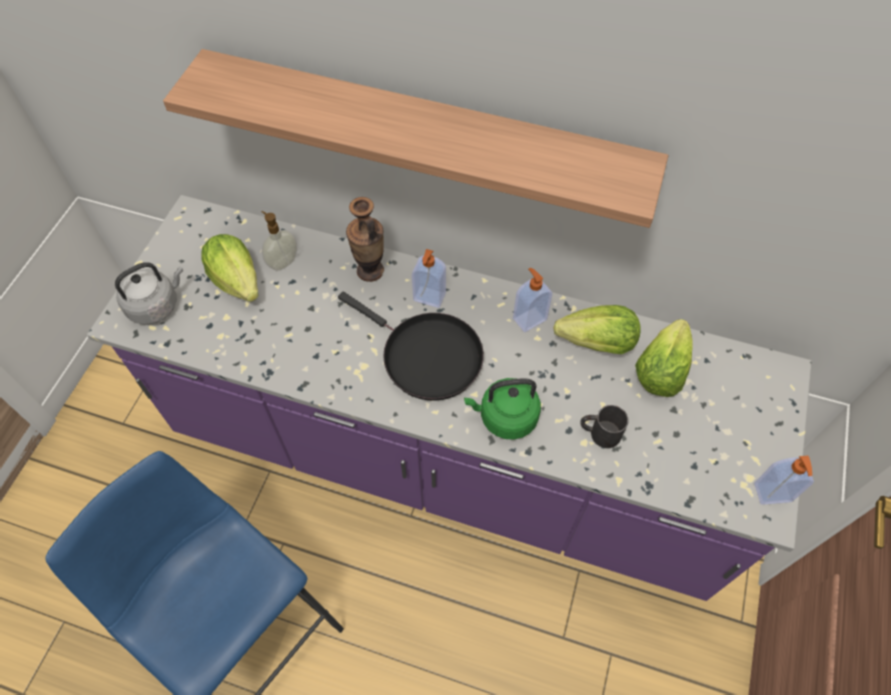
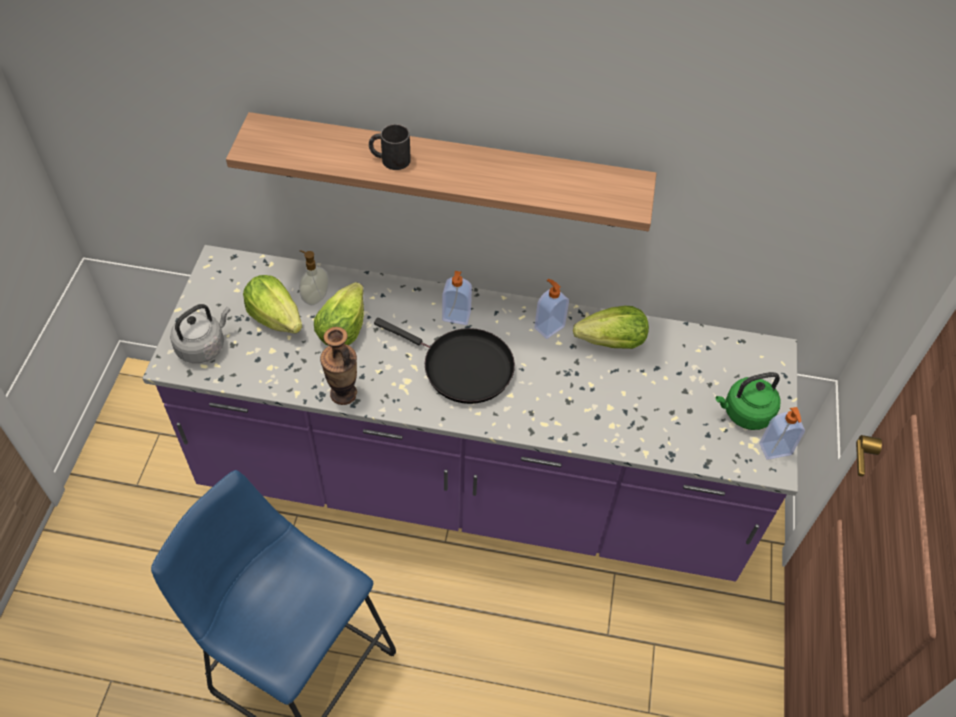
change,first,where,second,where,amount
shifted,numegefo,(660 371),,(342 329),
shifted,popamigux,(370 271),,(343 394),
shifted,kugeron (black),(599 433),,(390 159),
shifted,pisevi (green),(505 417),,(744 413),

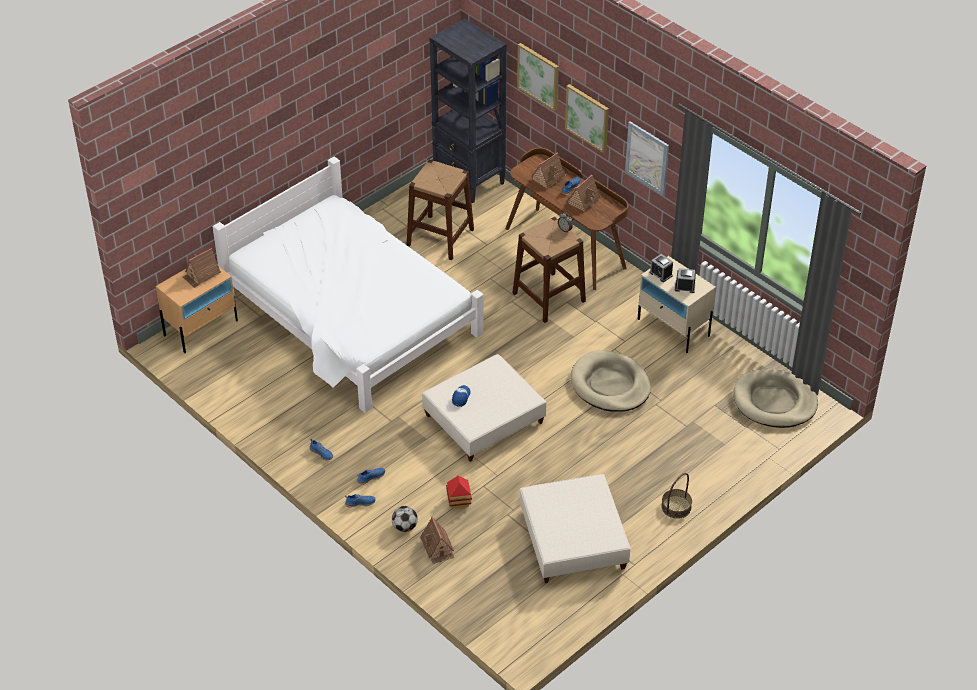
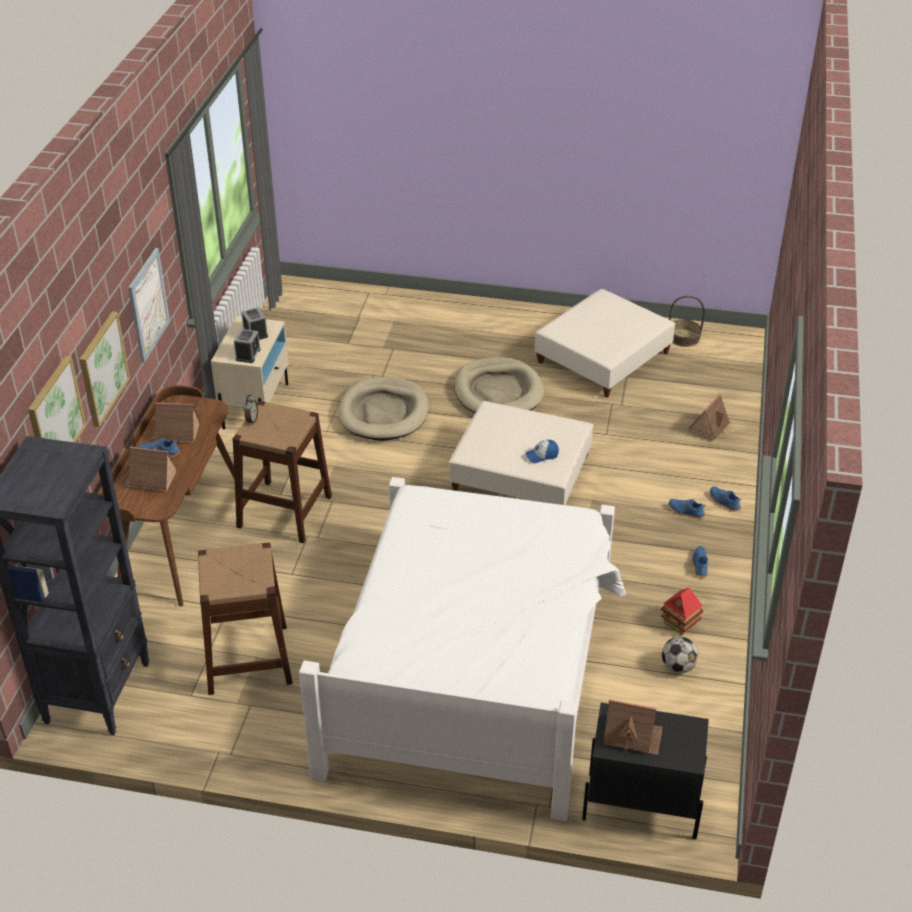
change,first,where,second,where,amount
shifted,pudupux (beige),(774 402),,(498 392),
repainted,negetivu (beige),(201 328),negetivu (black),(640 805),
shifted,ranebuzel,(458 502),,(680 624),
shifted,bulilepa,(405 527),,(678 667),
shifted,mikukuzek,(676 507),,(684 337),

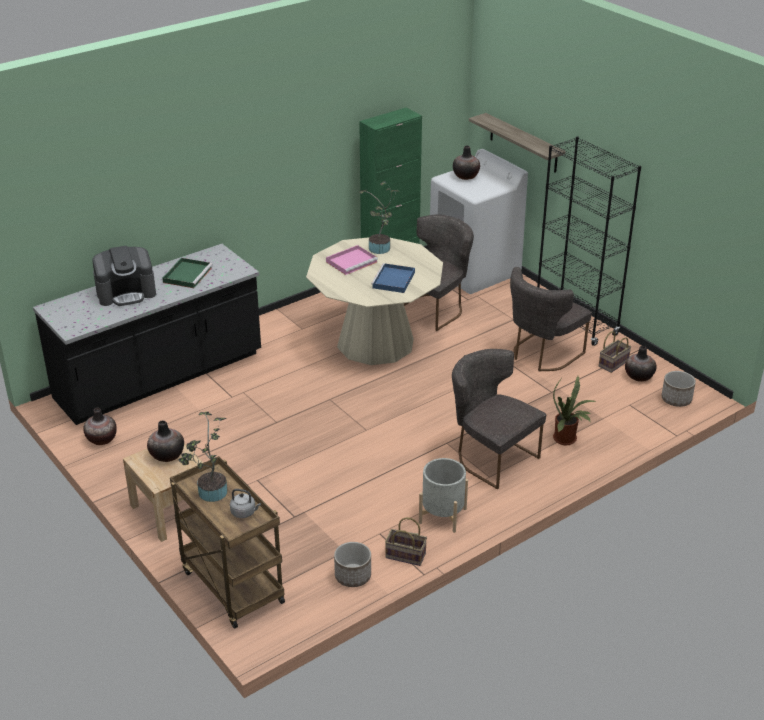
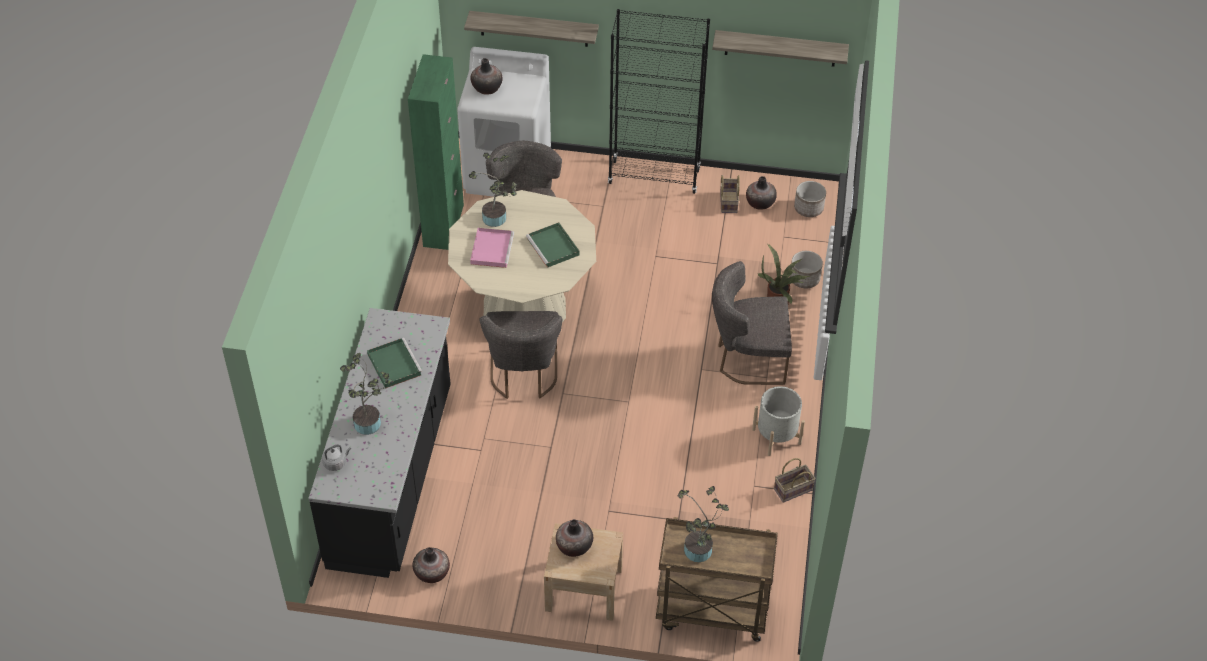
change,first,where,second,where,amount
shifted,pisevi (grey),(244 512),,(336 463),
swapped,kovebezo,(126 293),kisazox,(370 422),
shifted,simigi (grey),(542 355),,(523 376),
repainted,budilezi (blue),(393 280),budilezi (green),(554 247),
new,,,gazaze,(780 48),
shifted,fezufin,(353 576),,(805 279),

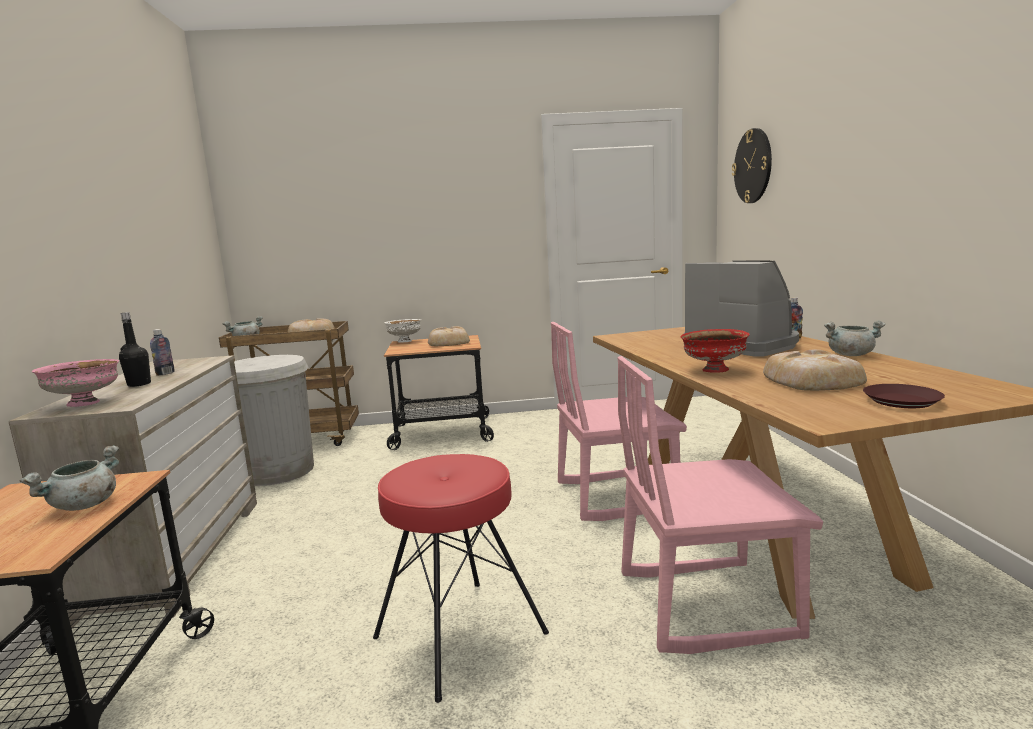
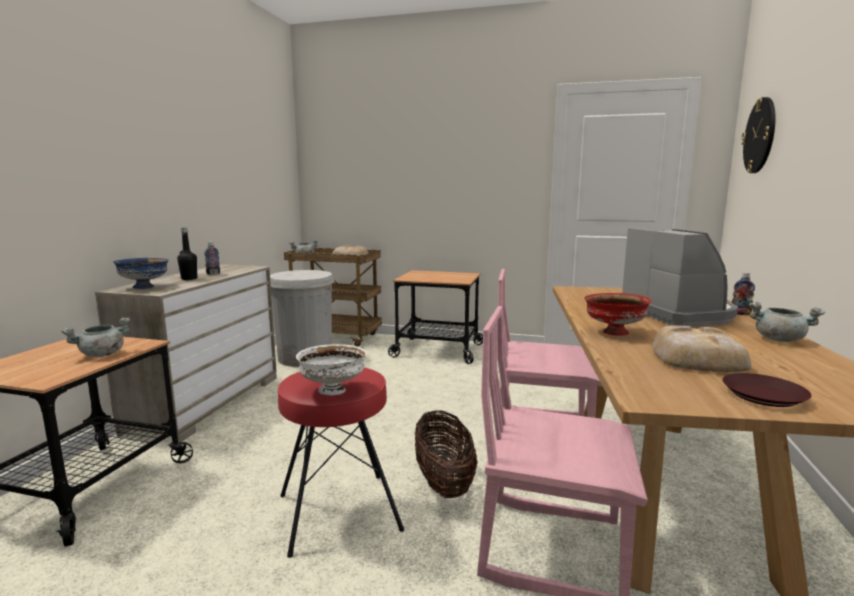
change,first,where,second,where,amount
repainted,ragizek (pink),(84 403),ragizek (blue),(144 287),
shifted,ragizek (white),(404 341),,(332 390),
new,,,mikukuzek,(444 482),
gone,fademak,(448 342),,,

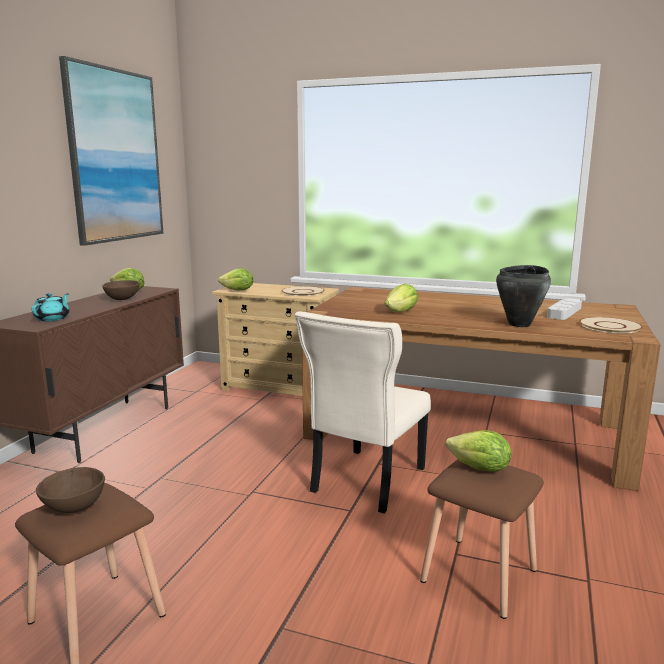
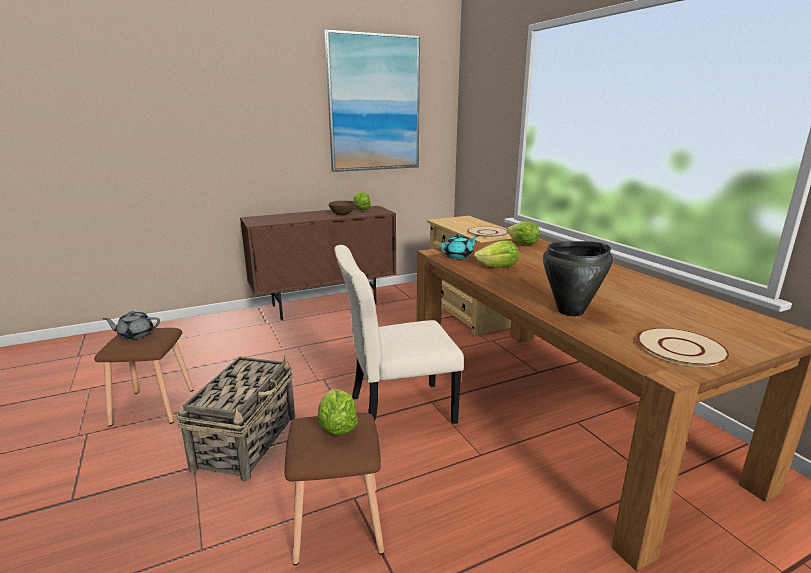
change,first,where,second,where,amount
swapped,ragizek (brown),(73 508),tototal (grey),(135 335),
new,,,mikukuzek,(247 441),
shifted,tototal (turquoise),(53 318),,(458 256),
shifted,numegefo,(238 290),,(523 244),
gone,budilezi (grey),(564 312),,,

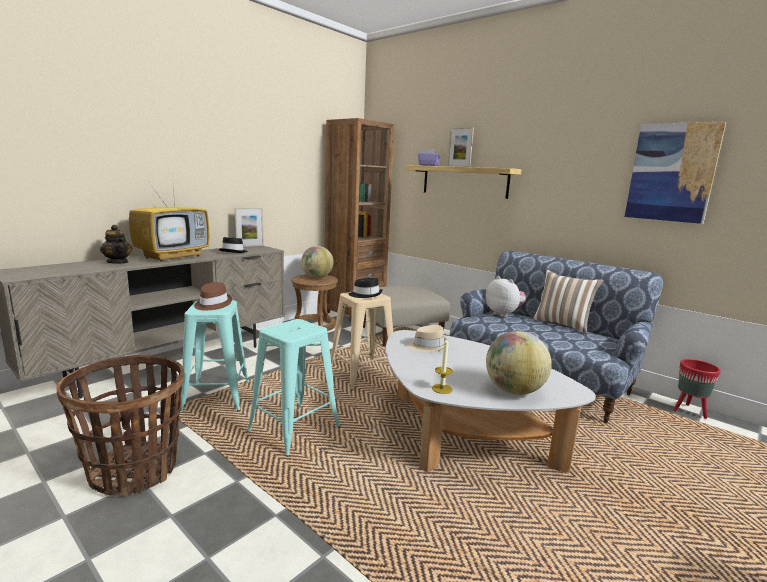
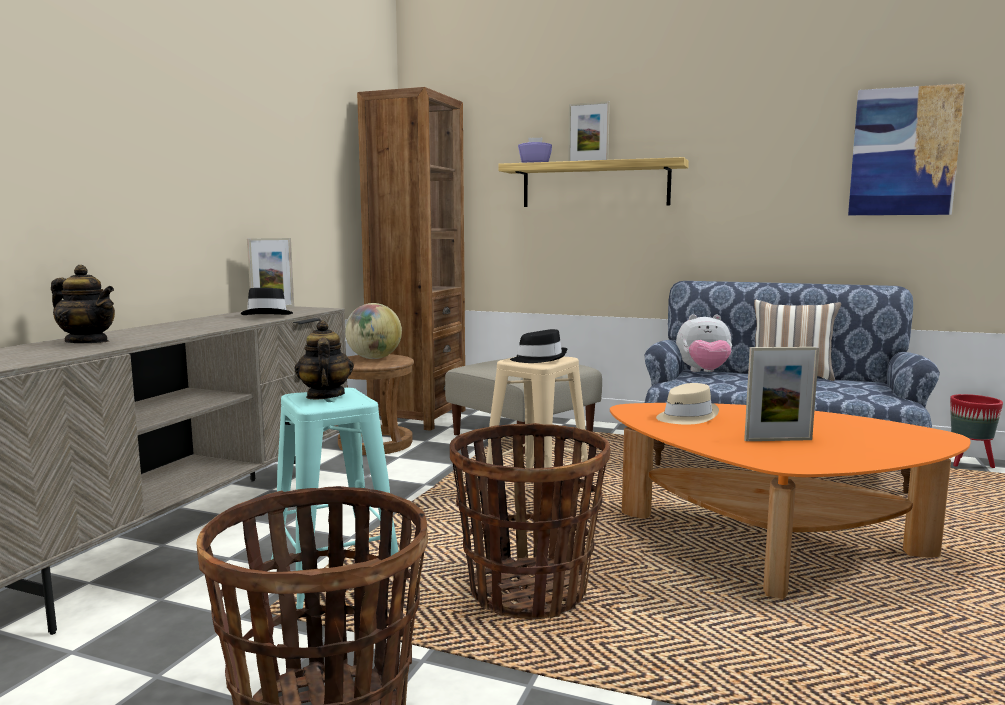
change,first,where,second,where,amount
swapped,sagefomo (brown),(212 304),tototal,(324 396),
swapped,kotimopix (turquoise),(294 429),mikukuzek,(527 591),
repainted,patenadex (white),(461 437),patenadex (orange),(769 546),
rotated,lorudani,(503 314),,(704 372),150 degrees clockwise
new,,,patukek,(778 440),
gone,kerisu,(173 256),,,
gone,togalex,(442 389),,,
gone,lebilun,(514 390),,,

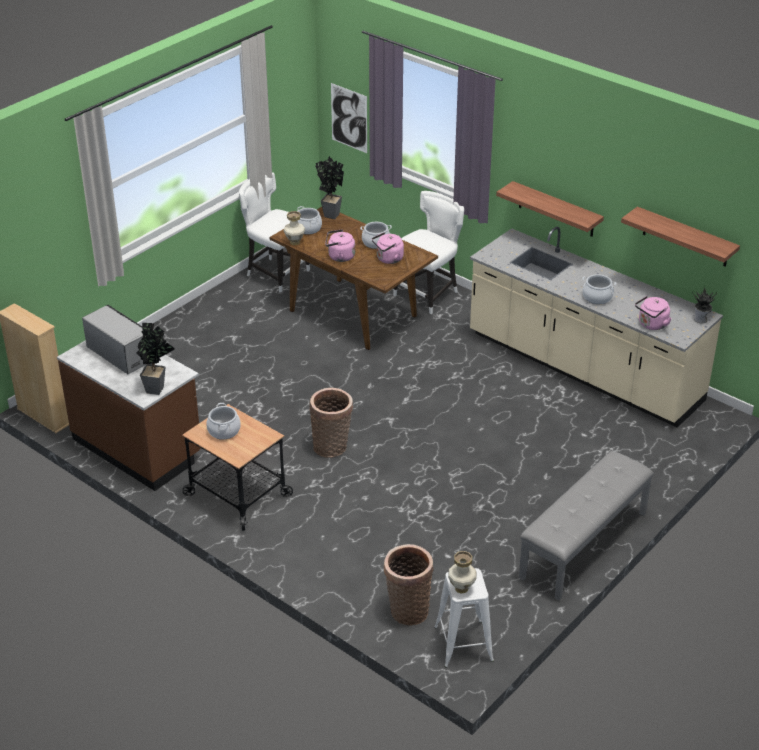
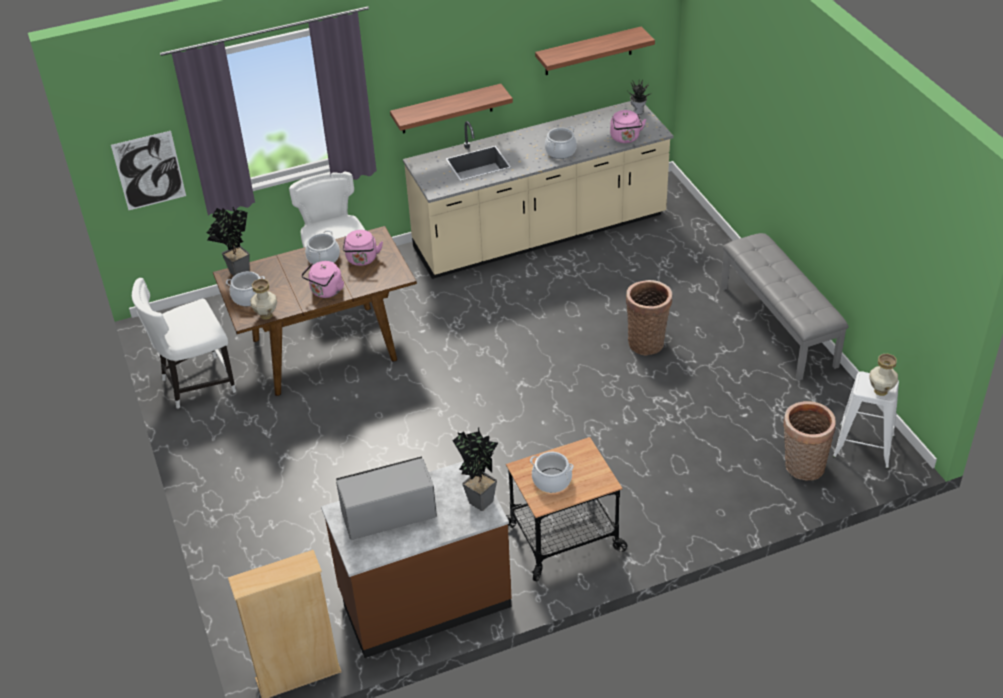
change,first,where,second,where,amount
shifted,mikukuzek,(332 446),,(646 341),

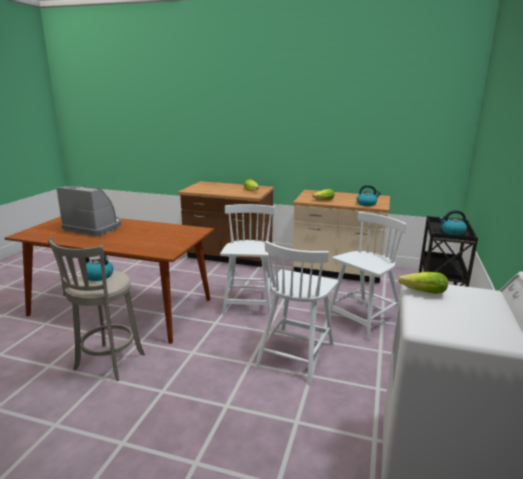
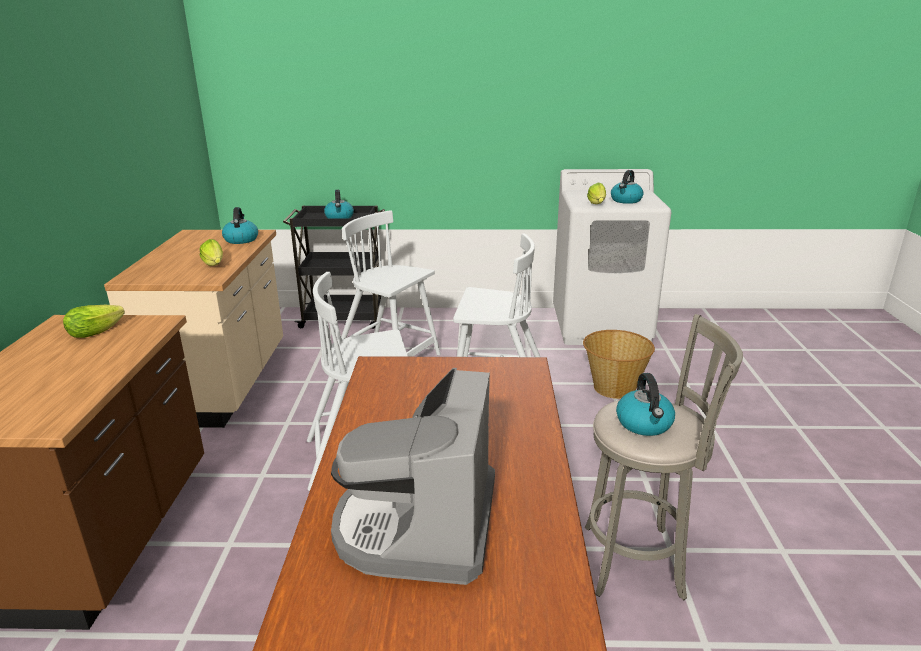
change,first,where,second,where,amount
new,,,mikukuzek,(614 387),
new,,,pisevi,(626 200),

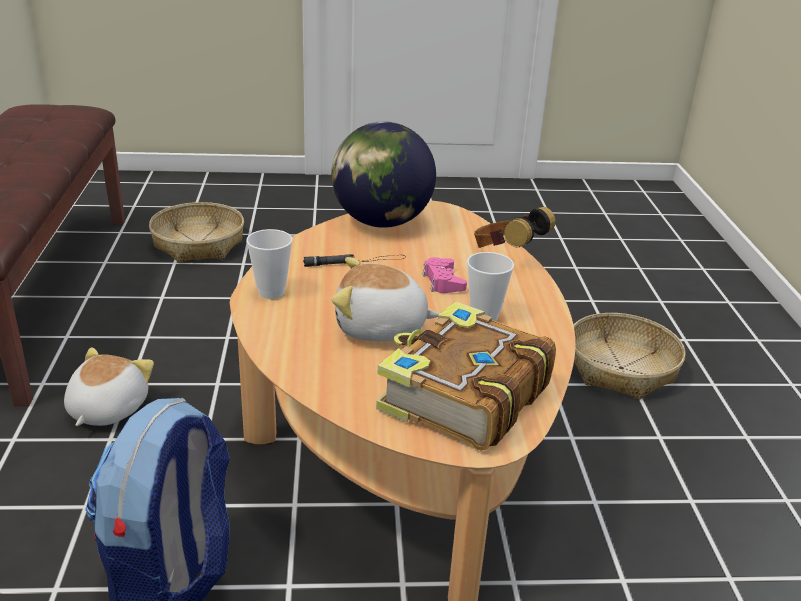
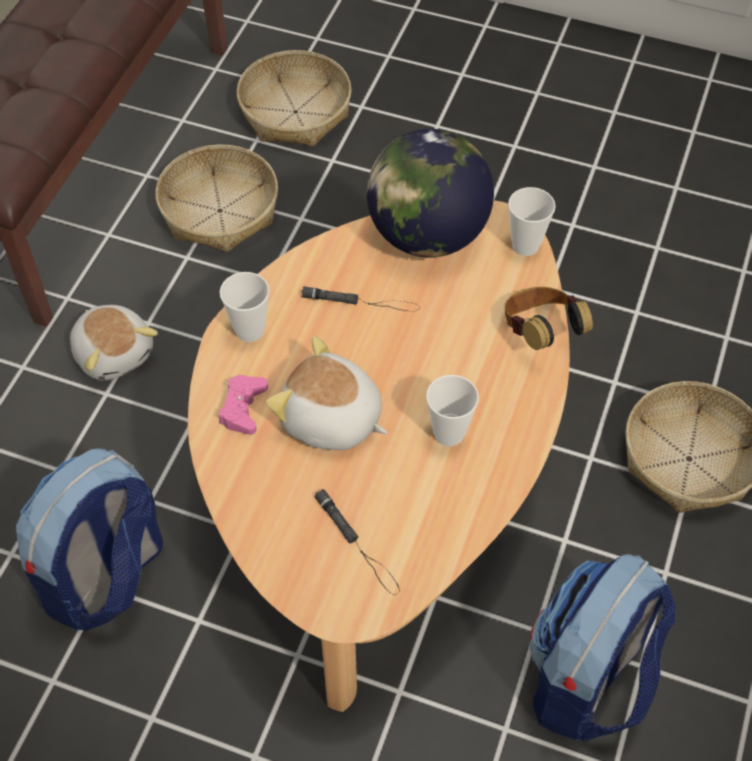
change,first,where,second,where,amount
rotated,lorudani,(106 409),,(114 352),105 degrees clockwise
new,,,mikukuzek,(219 210),
shifted,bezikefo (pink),(443 281),,(243 408),
swapped,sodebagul,(462 396),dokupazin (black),(357 544),
new,,,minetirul,(525 246),
new,,,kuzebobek,(587 681),

